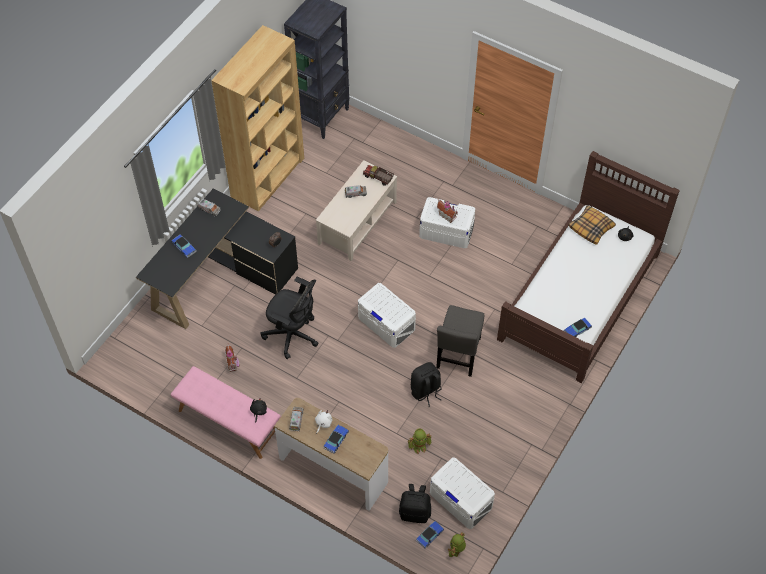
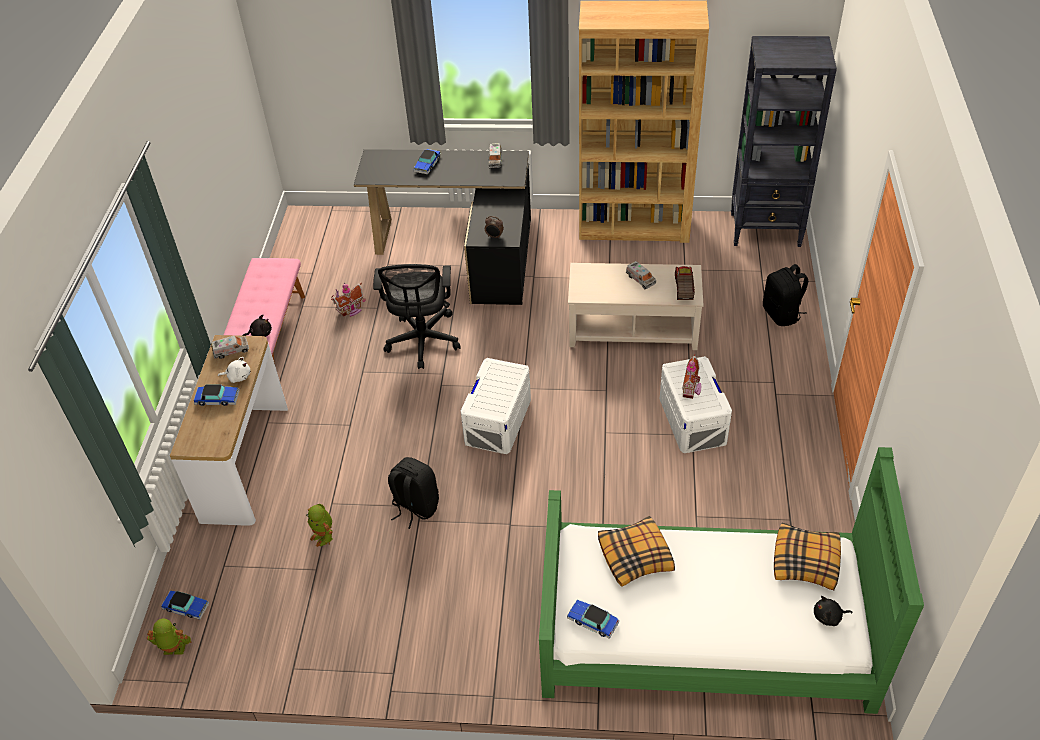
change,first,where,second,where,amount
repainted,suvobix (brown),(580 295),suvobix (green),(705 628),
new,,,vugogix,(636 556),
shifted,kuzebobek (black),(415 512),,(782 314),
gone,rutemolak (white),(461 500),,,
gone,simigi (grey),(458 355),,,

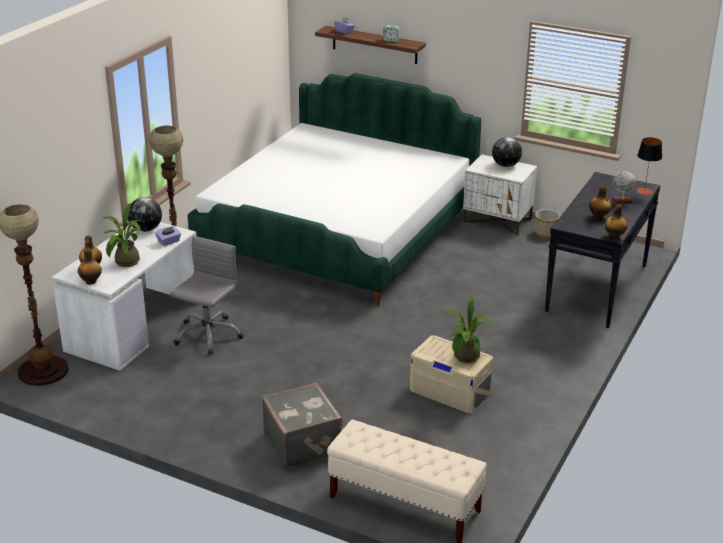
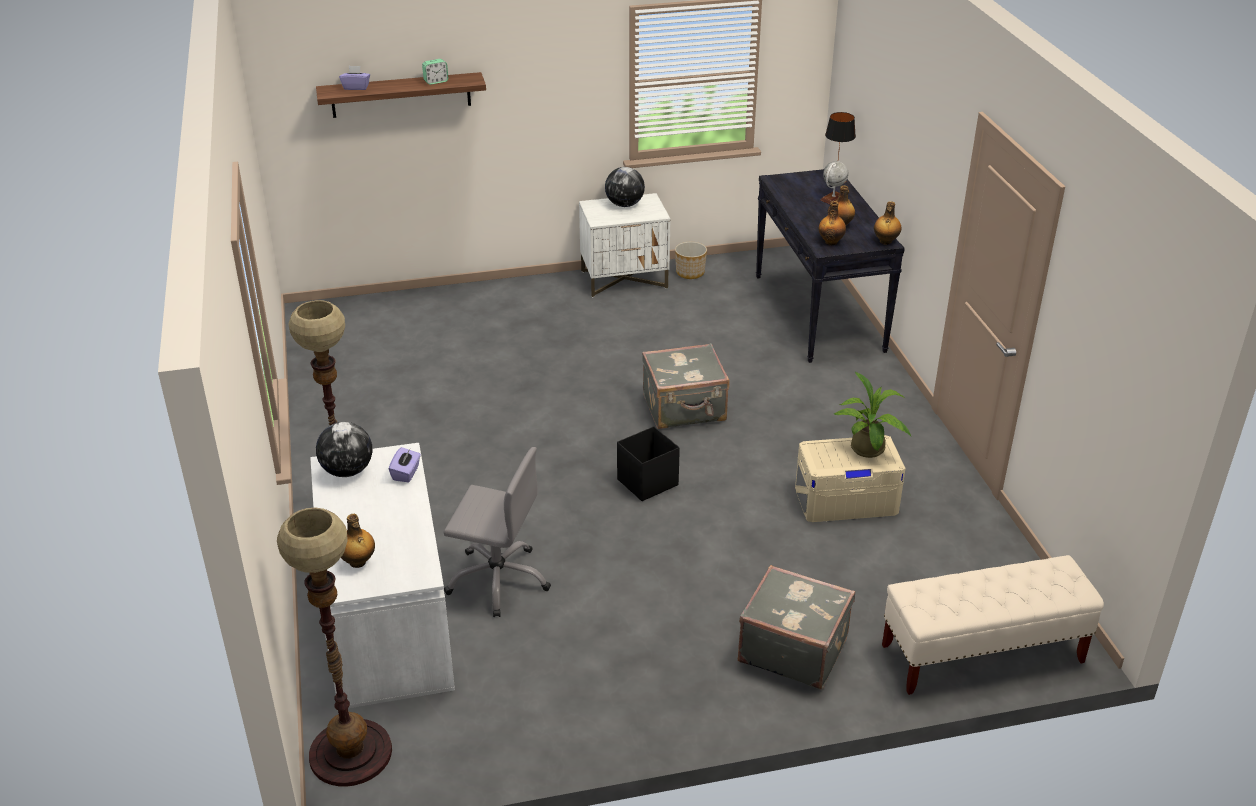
change,first,where,second,where,amount
rotated,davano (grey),(207 335),,(498 579),120 degrees clockwise
new,,,rutemolak (black),(646 482),
new,,,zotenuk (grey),(685 409),
shifted,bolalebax,(91 281),,(831 242),
gone,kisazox,(125 263),,,
gone,suvobix,(339 230),,,

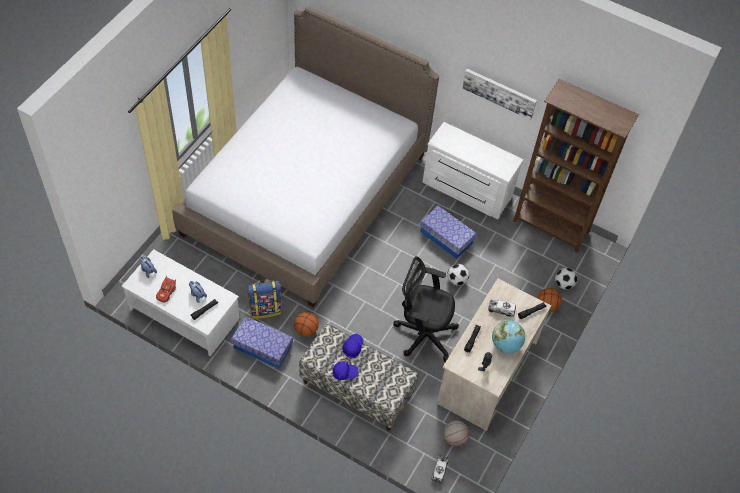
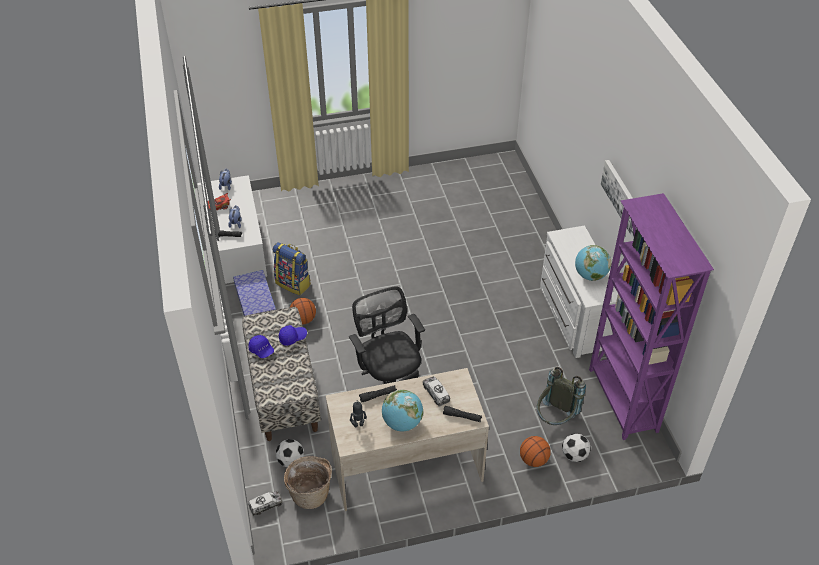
change,first,where,second,where,amount
shifted,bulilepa,(457 280),,(291 461),
swapped,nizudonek,(454 438),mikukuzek,(310 493),
new,,,kuzebobek (grey),(555 419),
new,,,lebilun,(590 275),
repainted,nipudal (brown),(551 227),nipudal (purple),(622 401),
gone,suvobix,(306 194),,,
gone,rutemolak,(446 237),,,

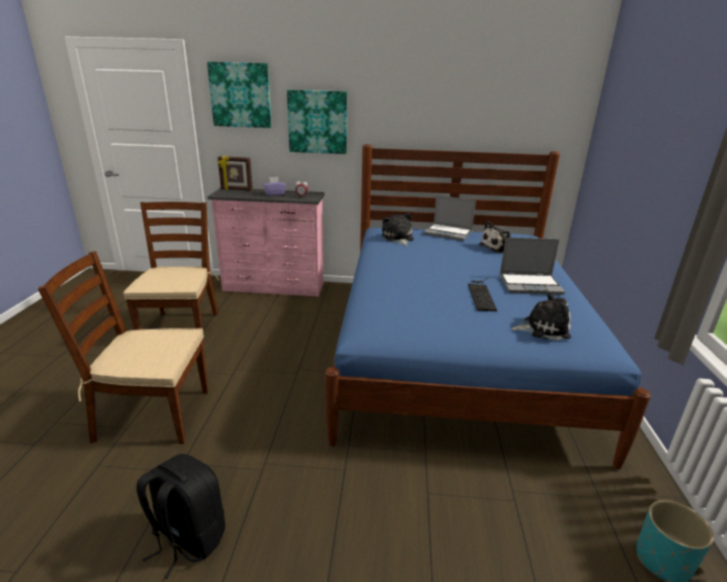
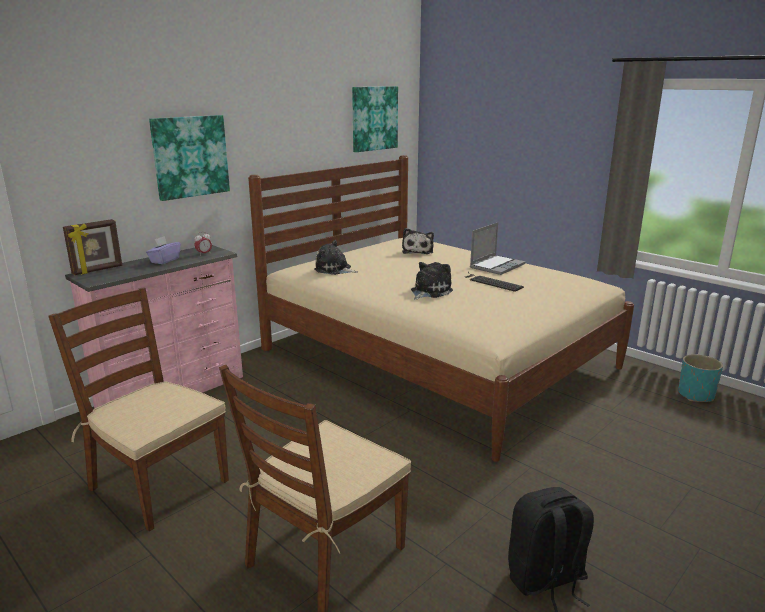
change,first,where,second,where,amount
repainted,suvobix (blue),(454 352),suvobix (beige),(436 359),
shifted,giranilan,(240 95),,(374 118),
shifted,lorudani,(542 328),,(429 291),
gone,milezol,(449 233),,,

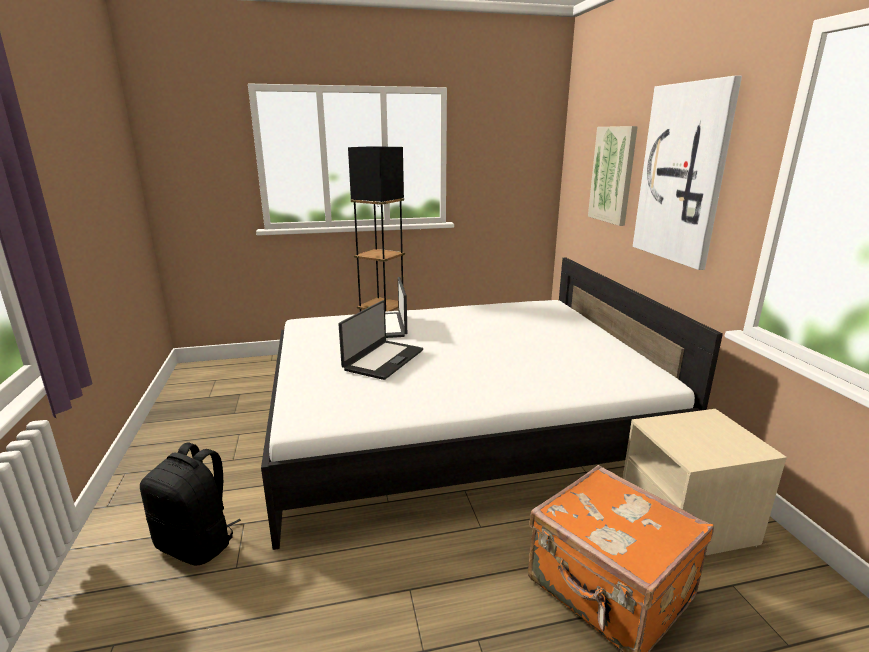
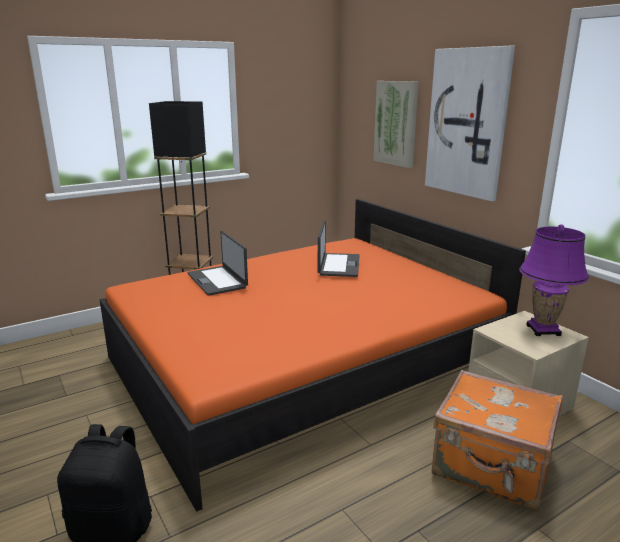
change,first,where,second,where,amount
repainted,suvobix (white),(457 425),suvobix (orange),(302 364),
shifted,milezol,(383 359),,(338 265),
new,,,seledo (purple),(543 330),

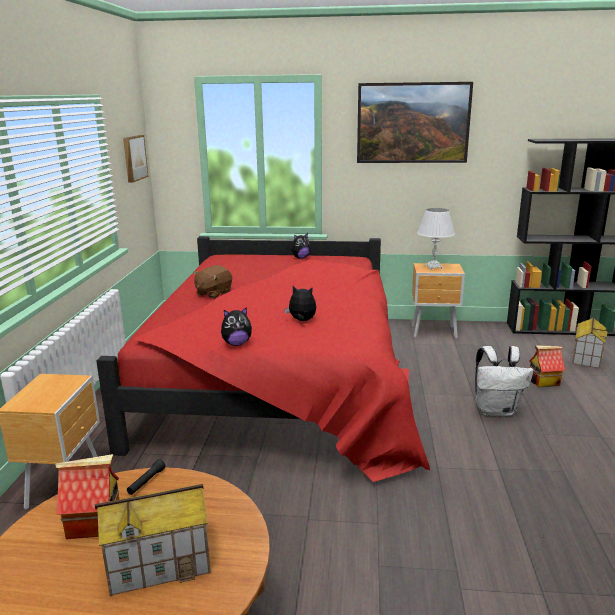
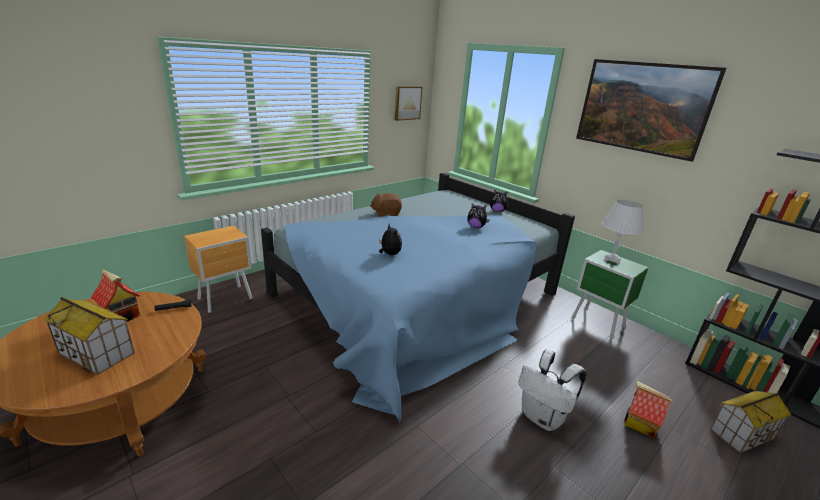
change,first,where,second,where,amount
repainted,suvobix (red),(282 380),suvobix (blue),(418 299),
shifted,lorudani,(236 343),,(476 227),
repainted,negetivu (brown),(435 332),negetivu (green),(598 324),

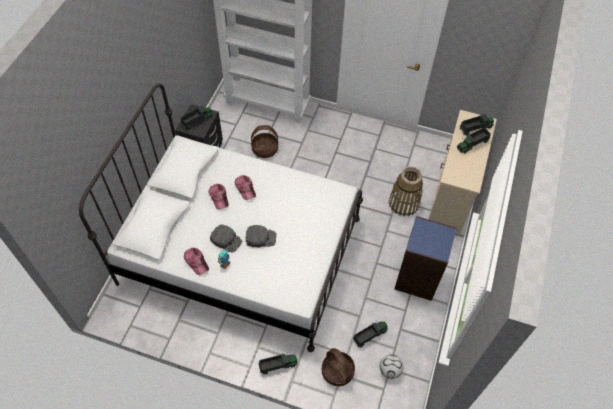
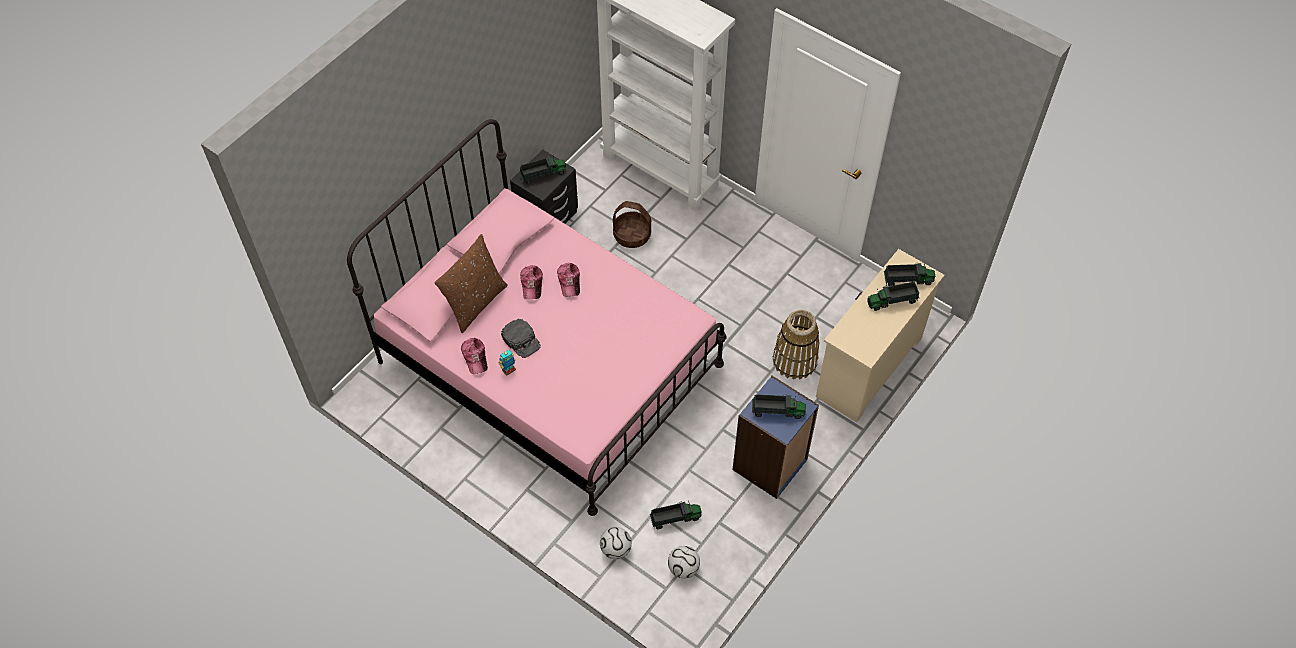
change,first,where,second,where,amount
repainted,suvobix (white),(240 250),suvobix (pink),(549 363),
new,,,vugogix (brown),(475 303),
swapped,mikukuzek,(338 371),bulilepa,(616 549),
shifted,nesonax,(278 365),,(777 411),
gone,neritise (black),(261 237),,,

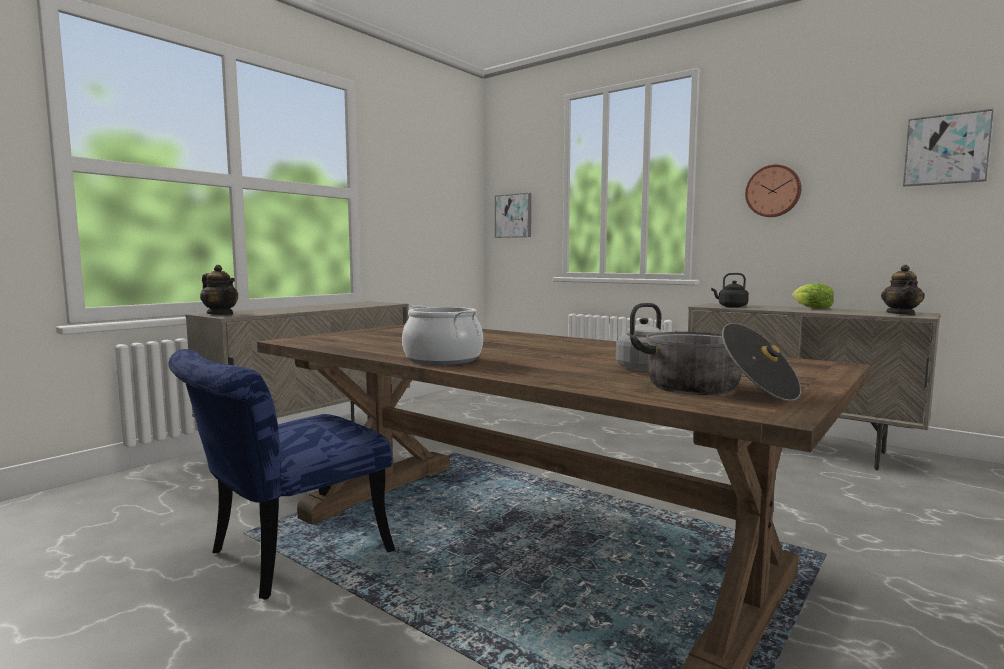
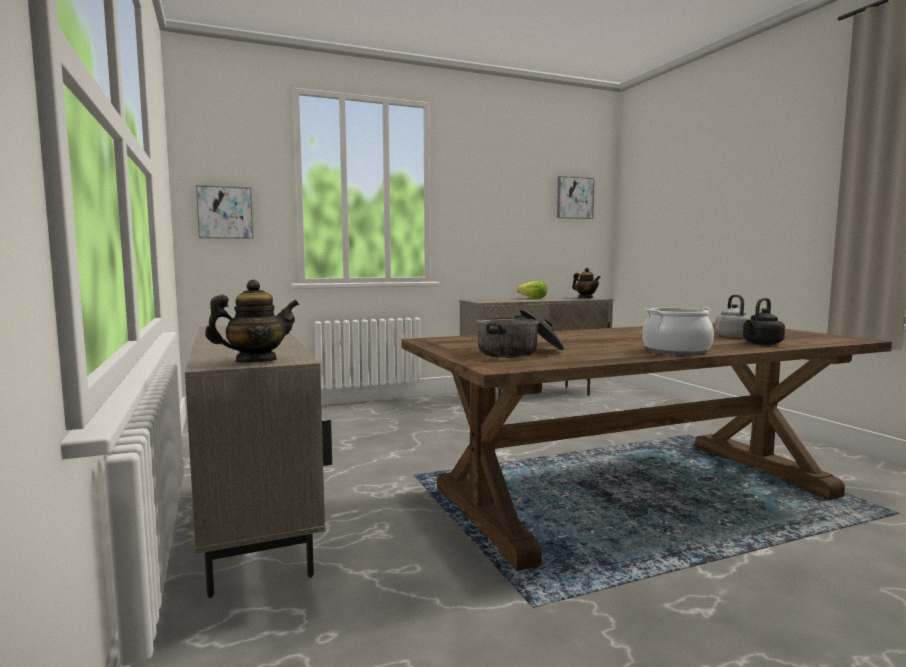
change,first,where,second,where,amount
shifted,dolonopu,(715 389),,(519 352),
shifted,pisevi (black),(731 306),,(761 343),
gone,simigi (blue),(285 556),,,
gone,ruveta,(773 191),,,

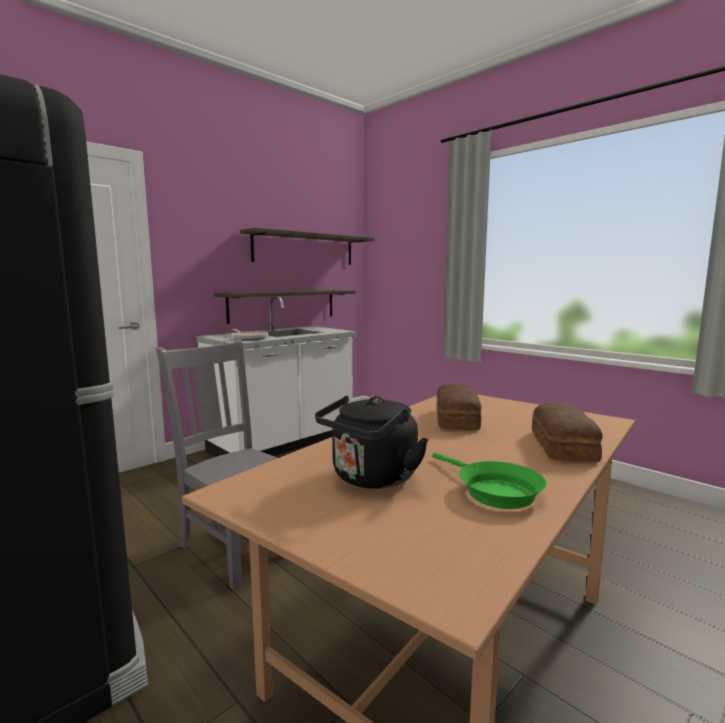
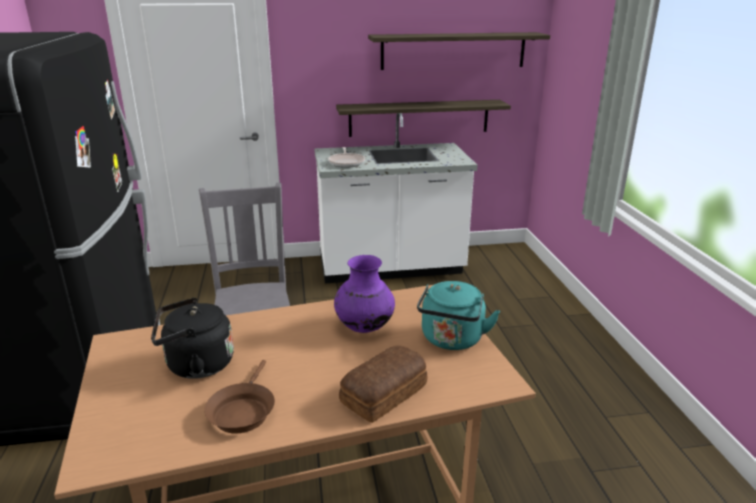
change,first,where,second,where,amount
repainted,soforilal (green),(493 491),soforilal (brown),(242 411),
swapped,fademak,(456 419),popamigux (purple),(364 327),
new,,,pisevi (turquoise),(452 340),

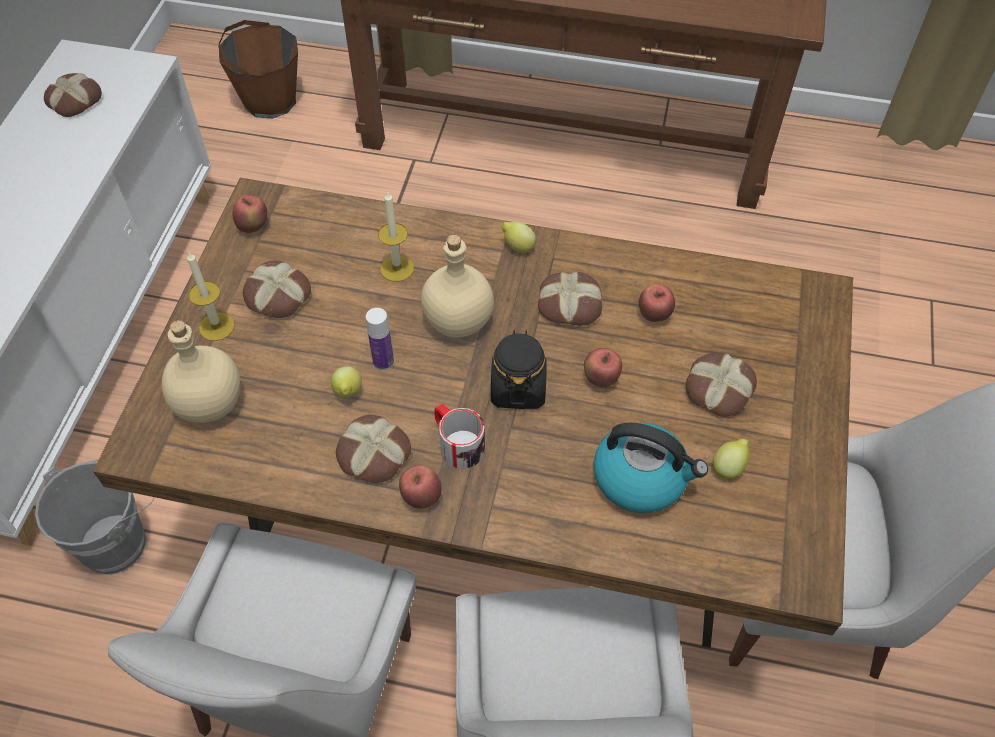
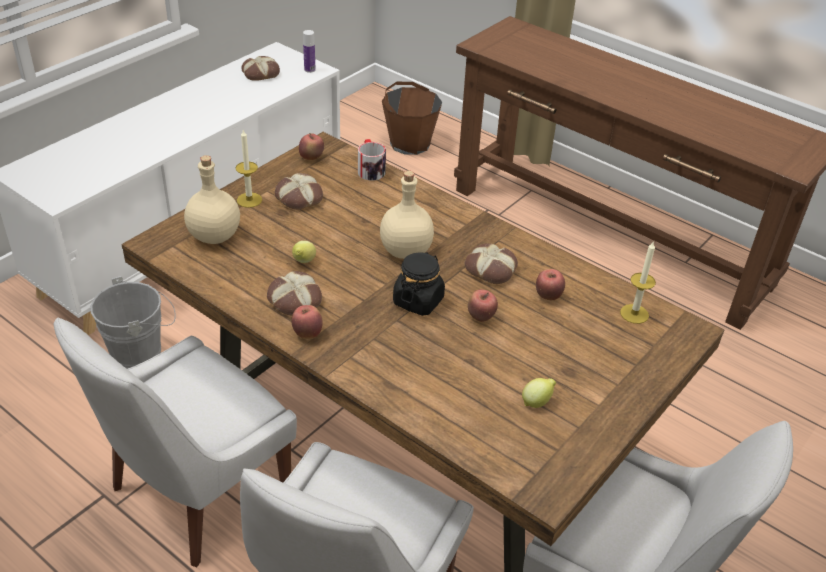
change,first,where,second,where,amount
shifted,bolalebax,(383 361),,(309 70),
shifted,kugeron,(457 443),,(370 169),
shifted,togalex,(397 268),,(634 314),
gone,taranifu,(517 247),,,
gone,pisevi,(641 478),,,
gone,fademak,(718 388),,,

